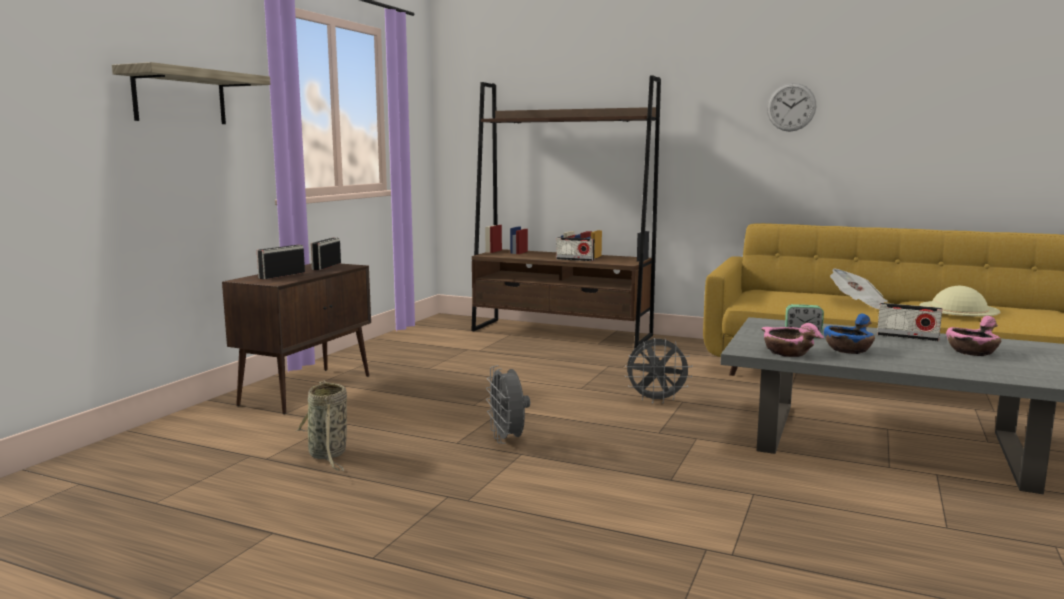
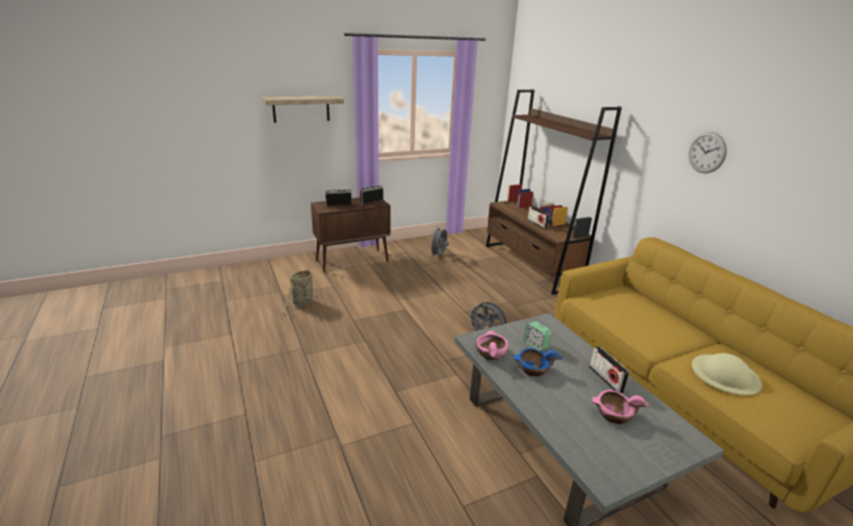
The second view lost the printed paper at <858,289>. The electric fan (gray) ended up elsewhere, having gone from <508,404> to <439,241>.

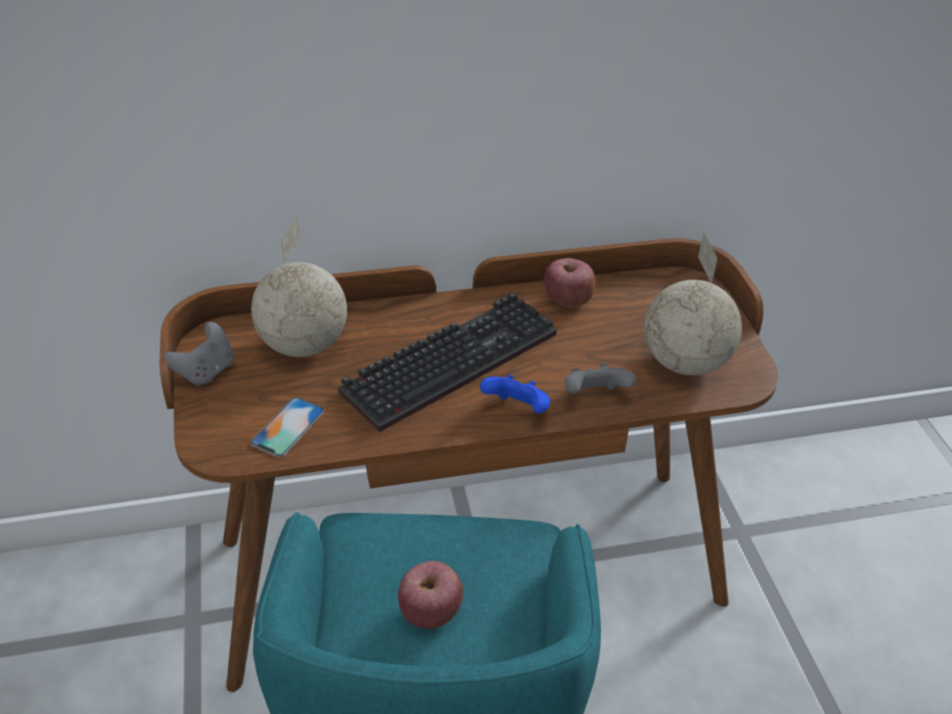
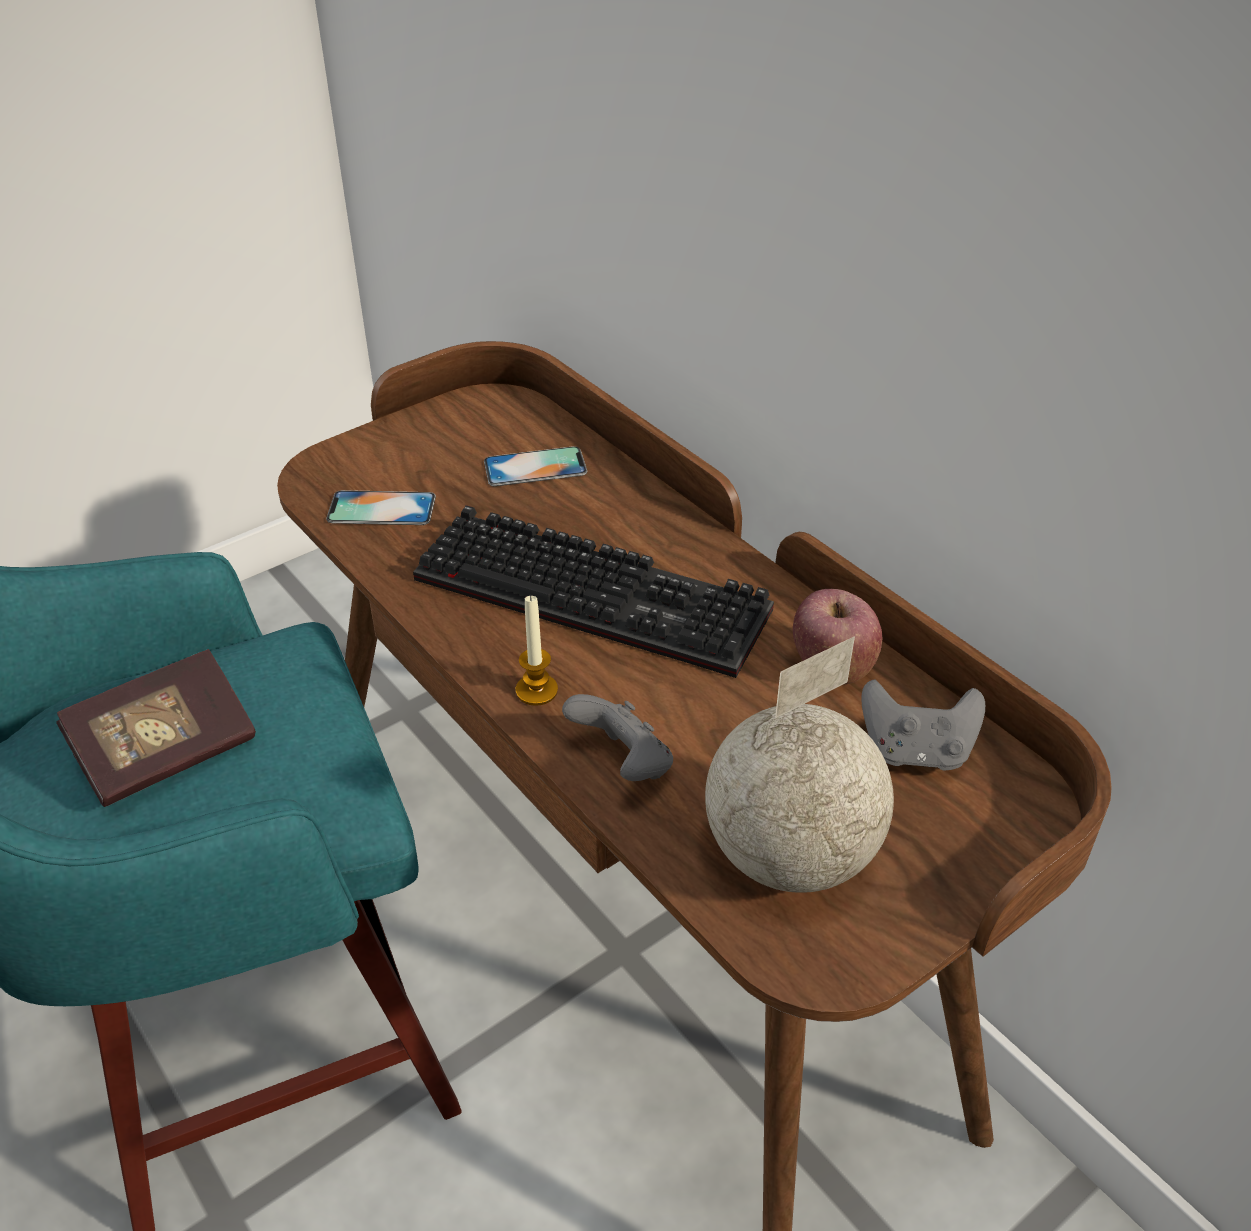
Where the world globe stood at <299,286>, the handset came to stand at <535,466>. The game controller (gray) ended up elsewhere, having gone from <198,354> to <923,725>. Where the game controller (blue) stood at <515,394>, the candle came to stand at <537,650>. Where the apple stood at <430,595>, the volume came to stand at <156,728>.

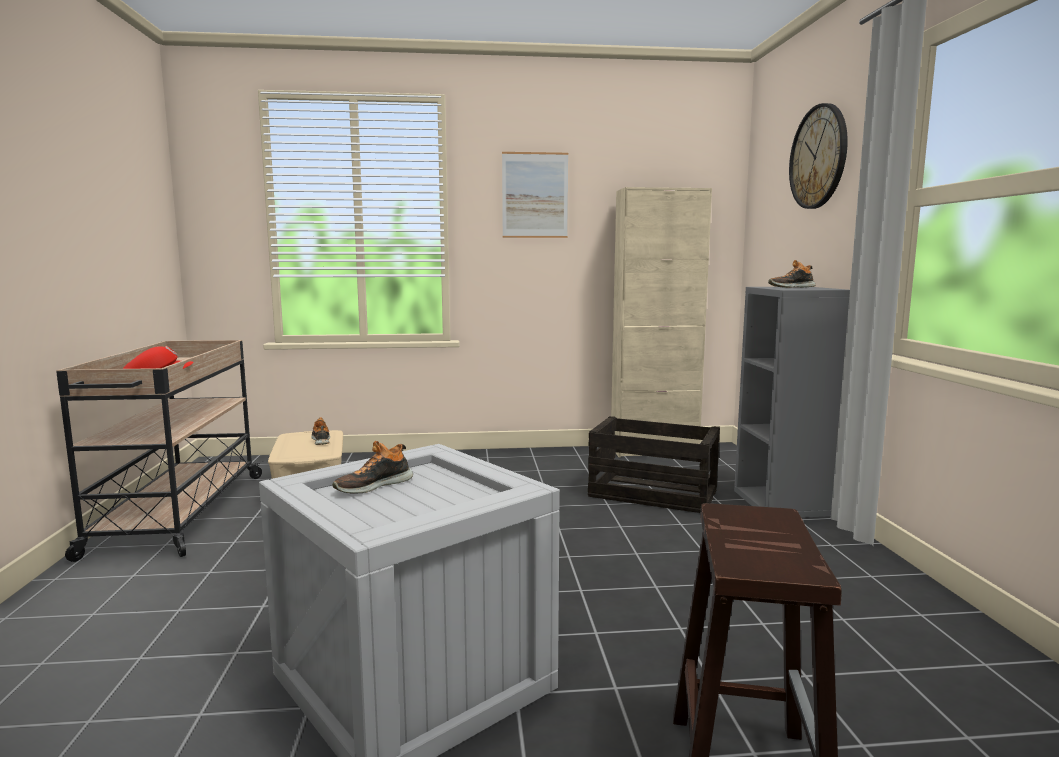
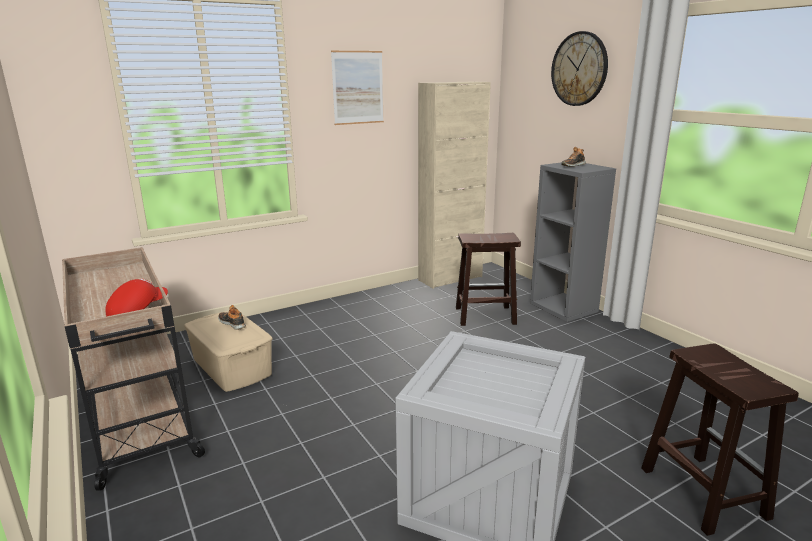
Where the shipping crate stood at <654,464>, the sitting stool (brown) came to stand at <488,279>. The second view lost the shoe at <372,467>.

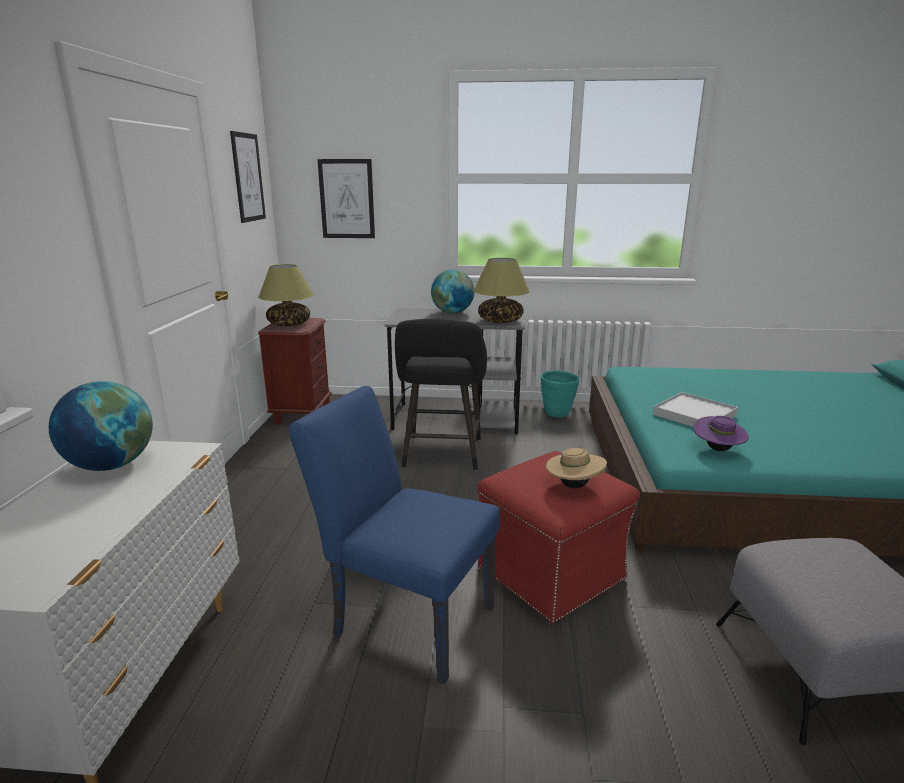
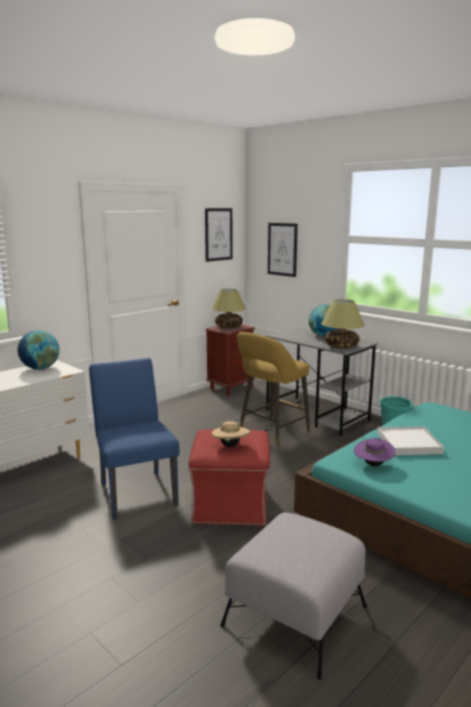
What was the sitting stool (black-coloured) at <441,395> turned into the sitting stool (yellowish) at <273,389>.

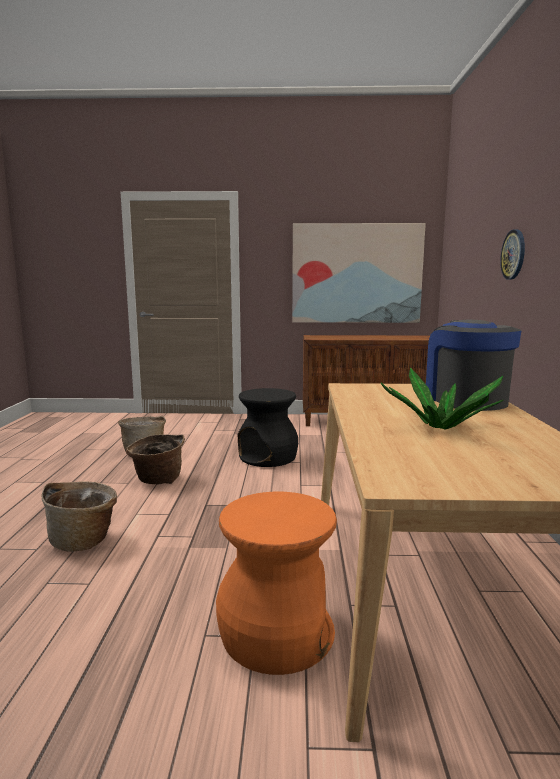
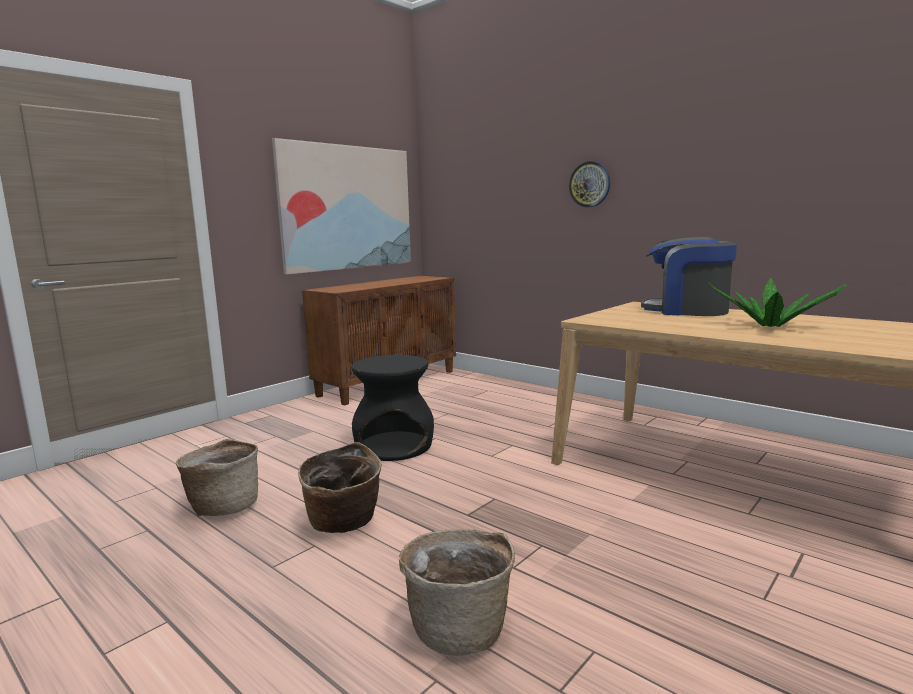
The second view lost the sitting stool (orangey) at <276,583>.

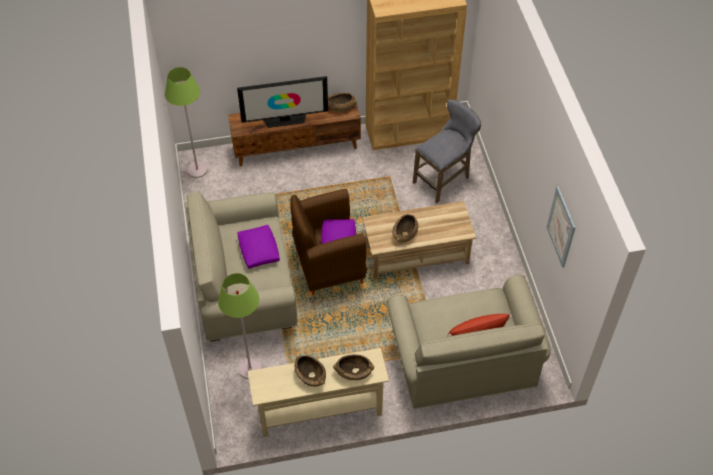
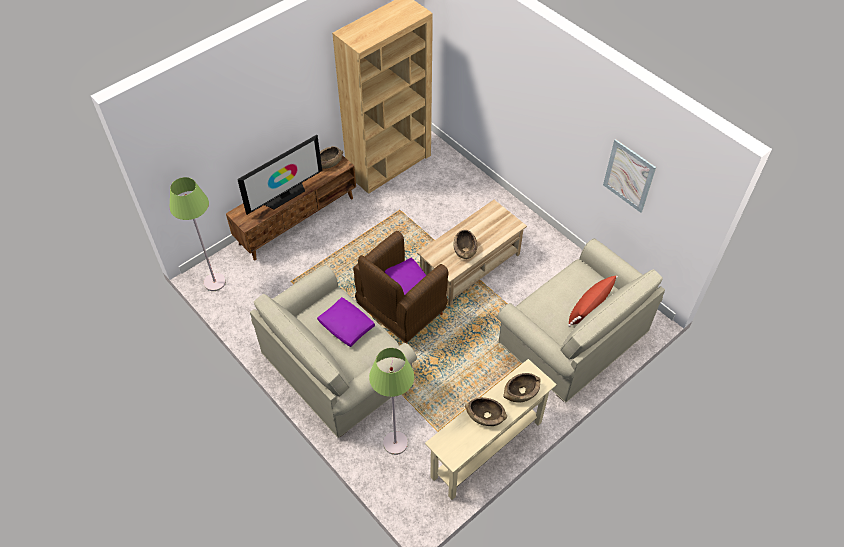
The second view lost the sitting stool (gray) at <447,151>.

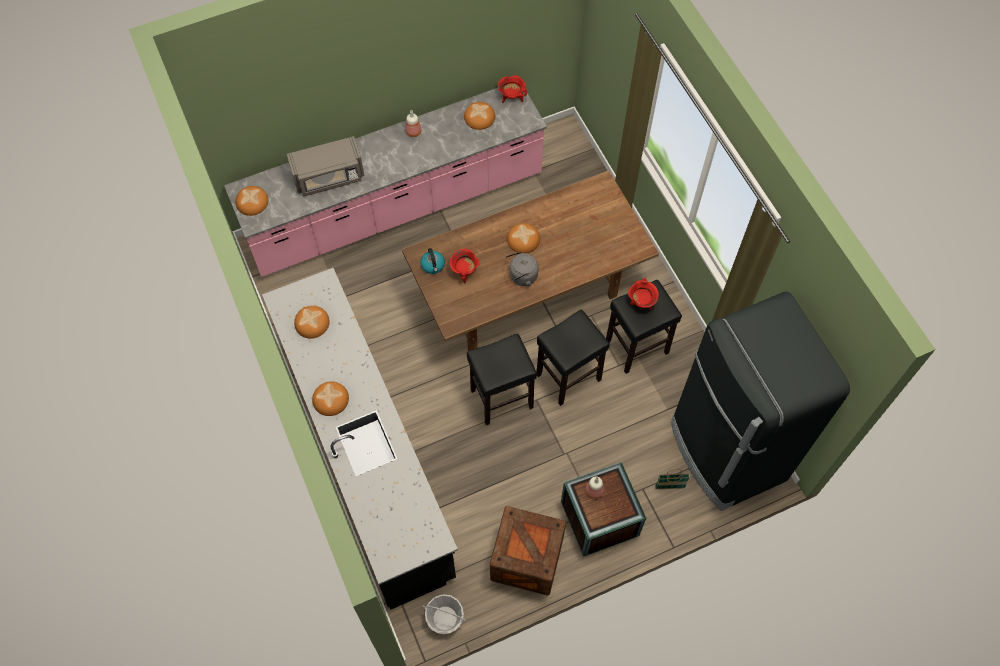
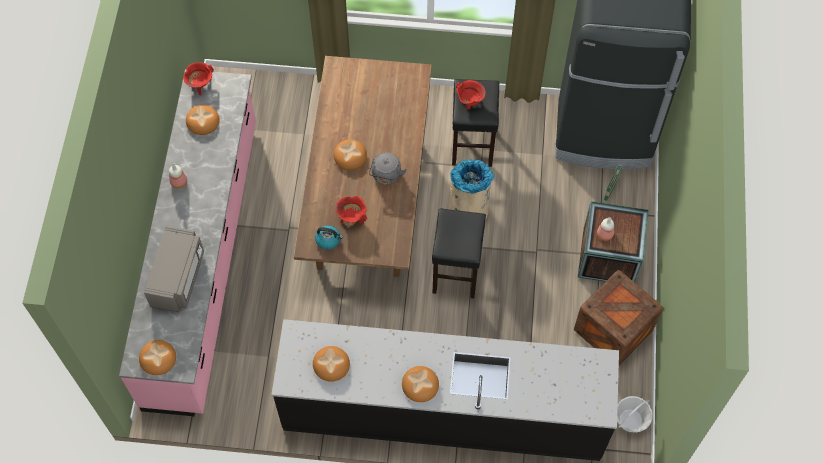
Where the sitting stool (black-coloured) stood at <573,358>, the rubbish bin (beige) came to stand at <471,189>.

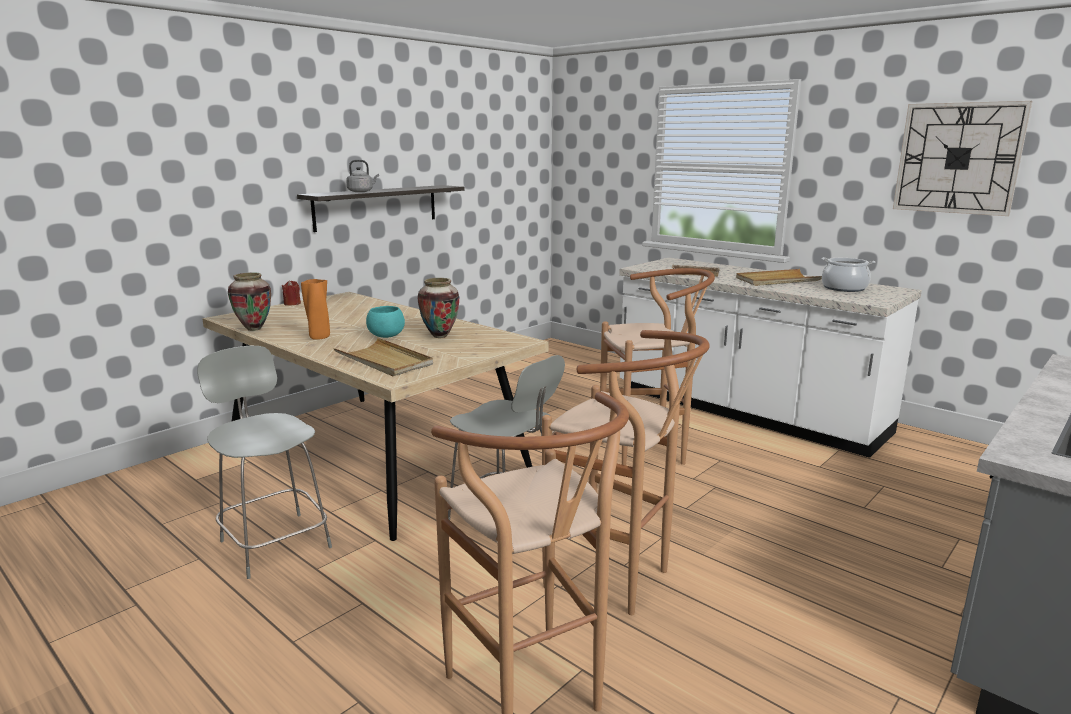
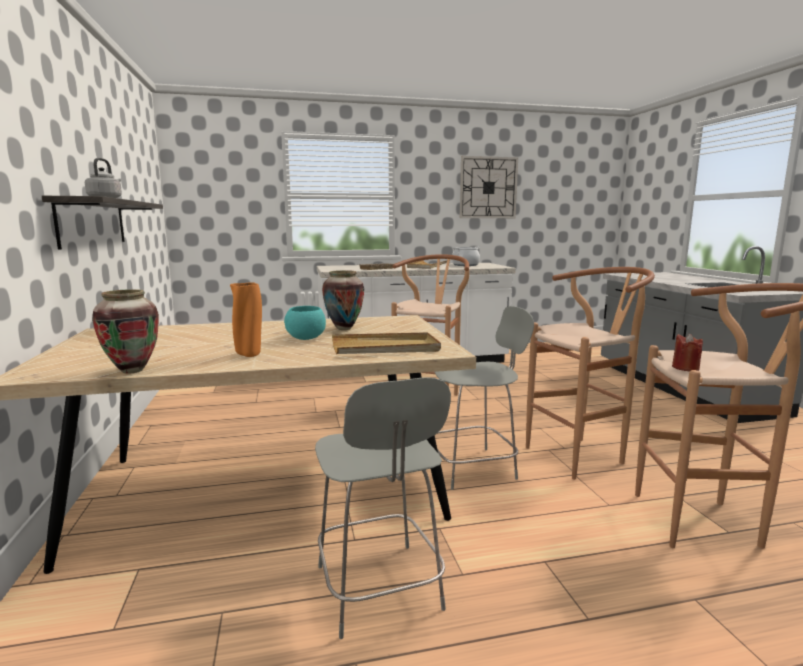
The candle (red) ended up elsewhere, having gone from <291,293> to <687,352>. The plain chair (gray) at <264,462> ended up facing another way, 105 degrees counterclockwise from before.

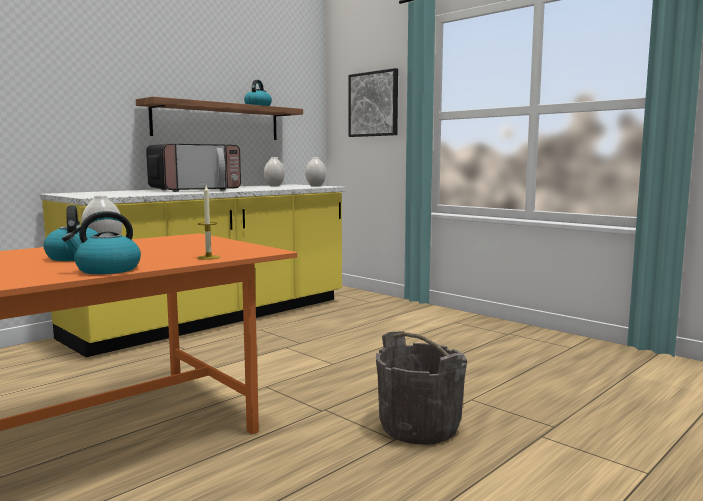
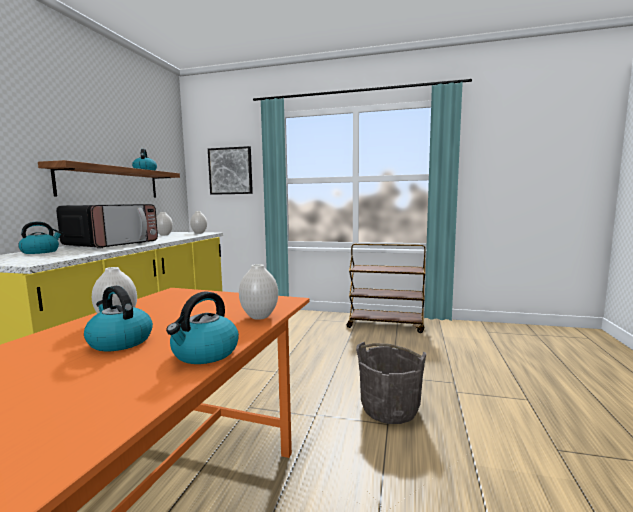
Where the candle stood at <208,223>, the vase (whitish) came to stand at <258,292>. The second view gained the tea kettle at <40,238>. The second view gained the wheeled cart (brown) at <386,288>.

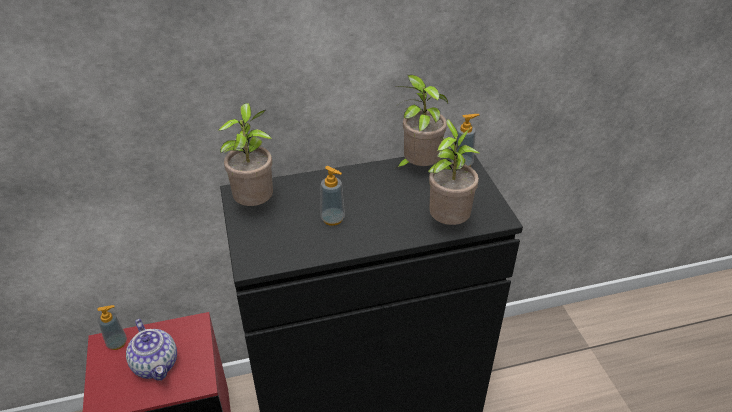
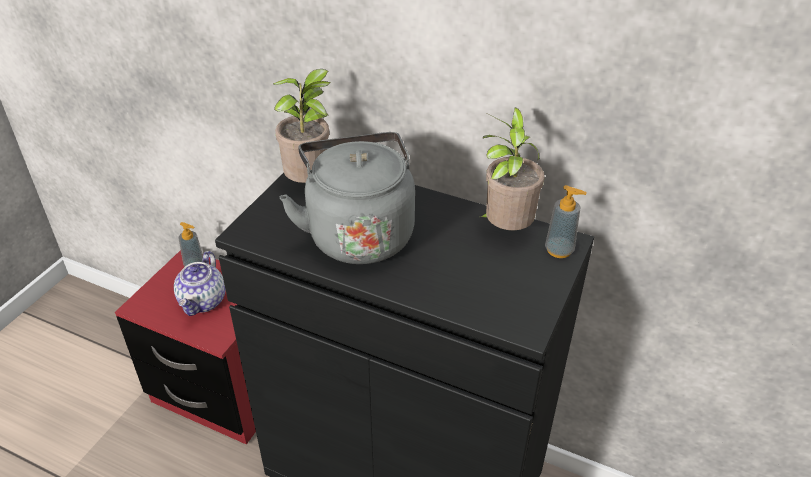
The second view lost the houseplant at <453,172>. Where the liquid soap bottle stood at <332,196>, the tea kettle (gray) came to stand at <347,198>.

